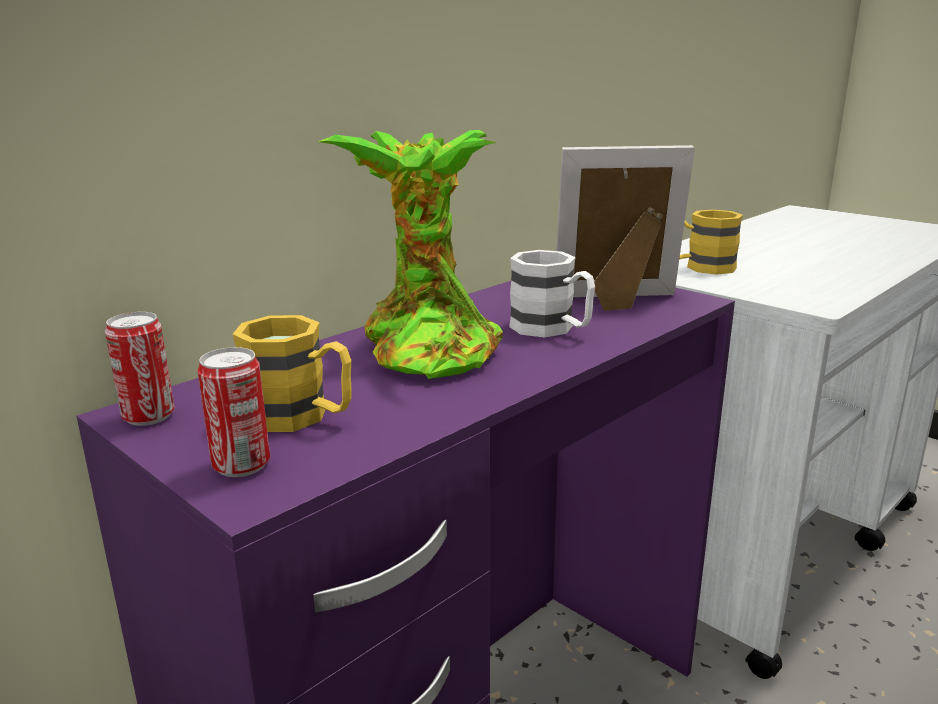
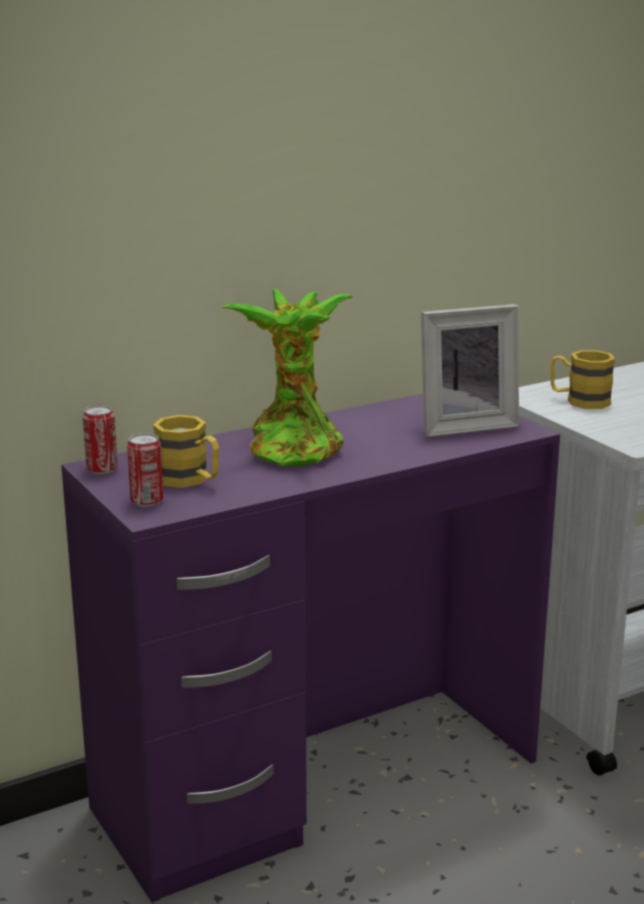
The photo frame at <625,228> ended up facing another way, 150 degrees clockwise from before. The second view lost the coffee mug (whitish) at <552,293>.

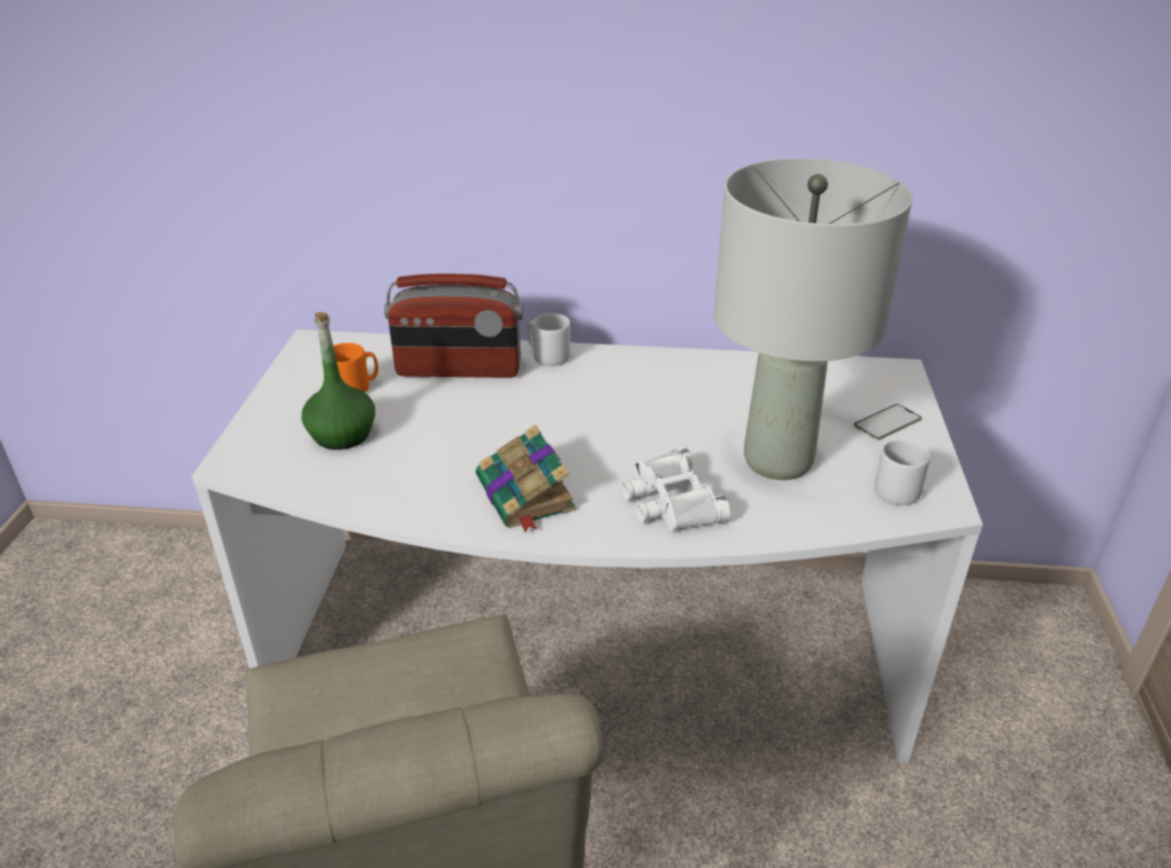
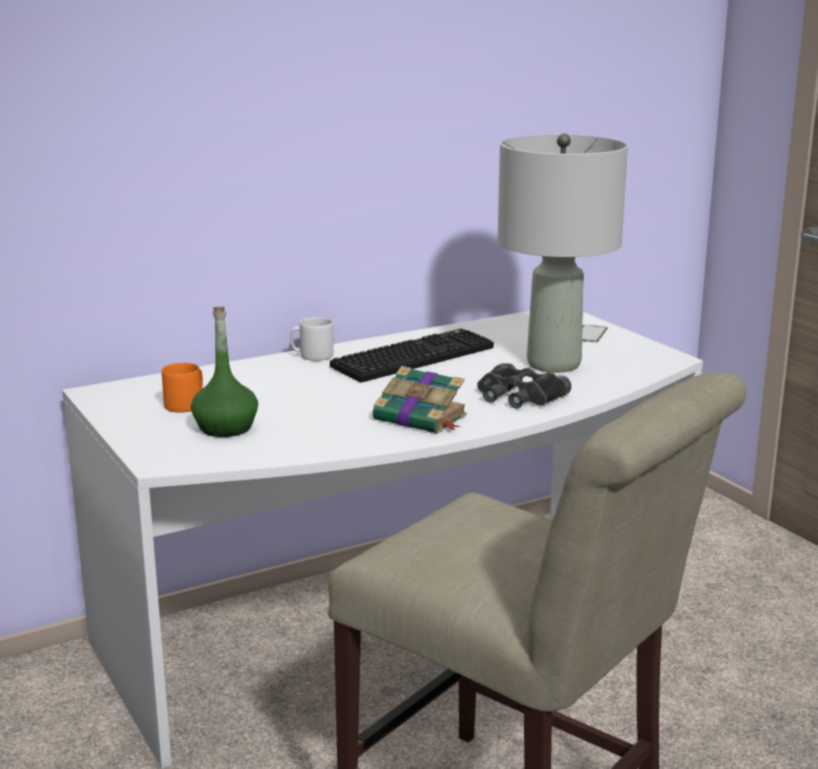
The second view lost the radio set at <453,326>. The second view lost the coffee mug (gray) at <902,472>. What was the pair of binoculars (whitish) at <676,489> turned into the pair of binoculars (black-coloured) at <524,386>. The second view gained the keyboard at <412,356>.

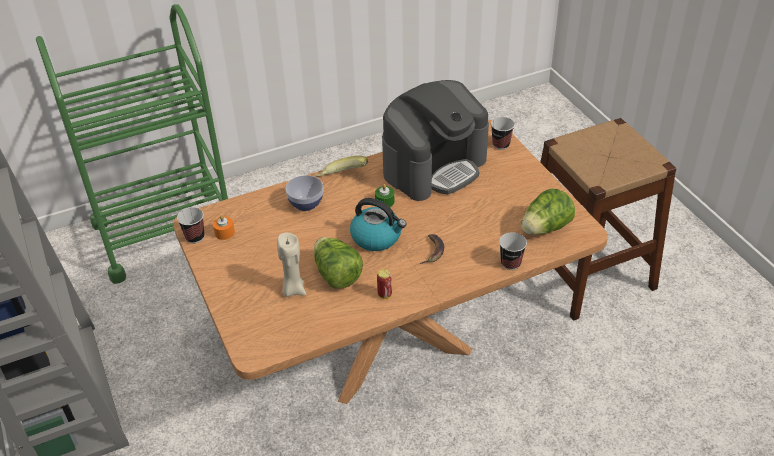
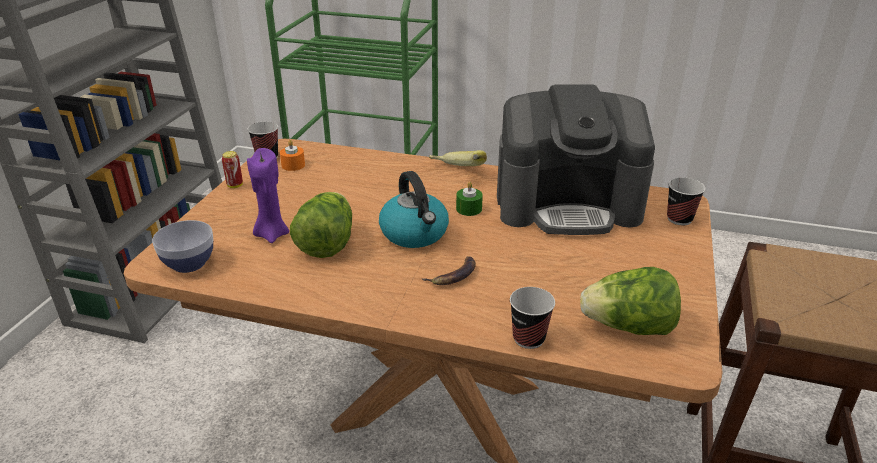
The deep dish ended up elsewhere, having gone from <304,193> to <183,246>. What was the candle (beige) at <291,265> turned into the candle (purple) at <268,195>. The metal can ended up elsewhere, having gone from <384,284> to <232,169>.

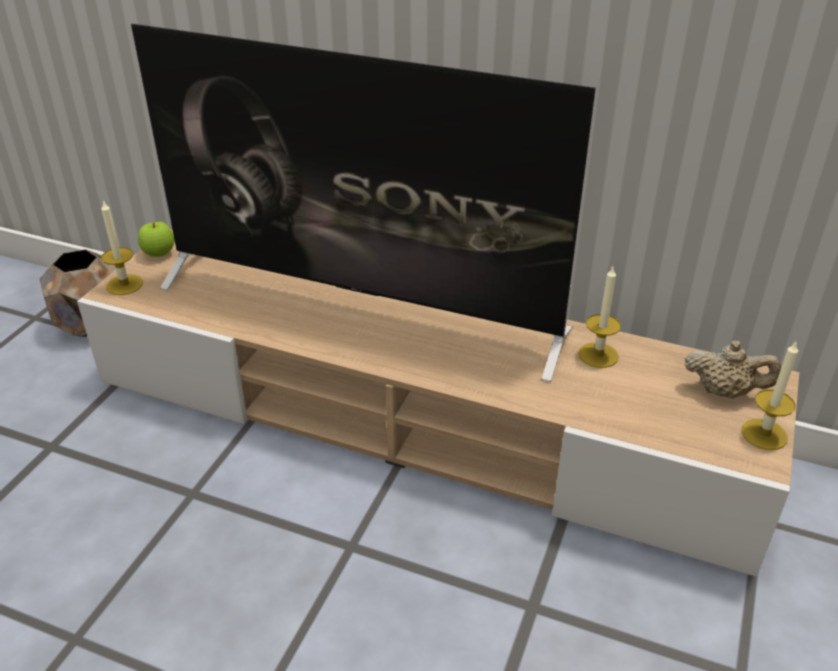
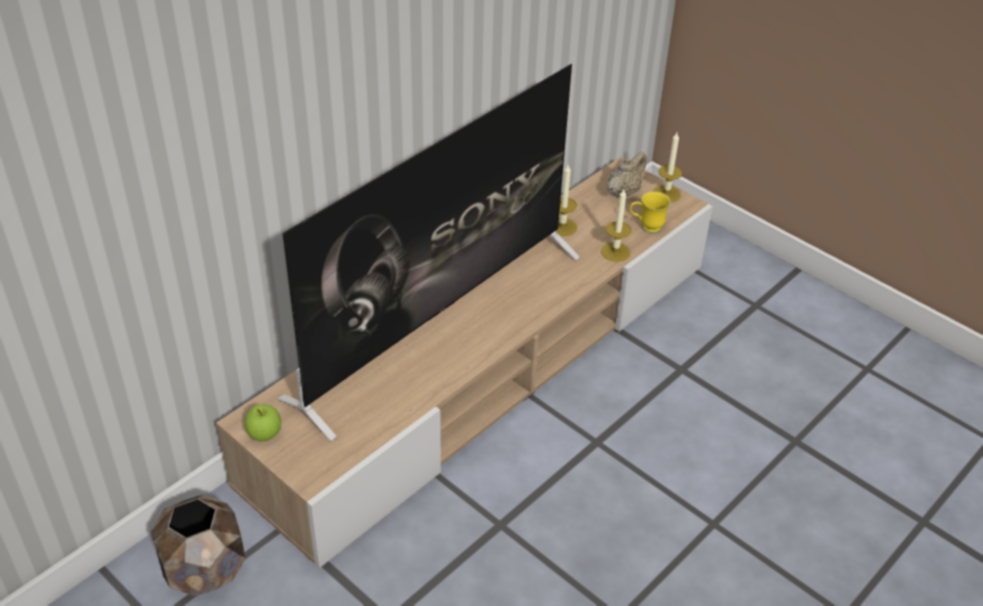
The candle ended up elsewhere, having gone from <122,247> to <616,225>. The second view gained the coffee mug (yellowish) at <650,212>.

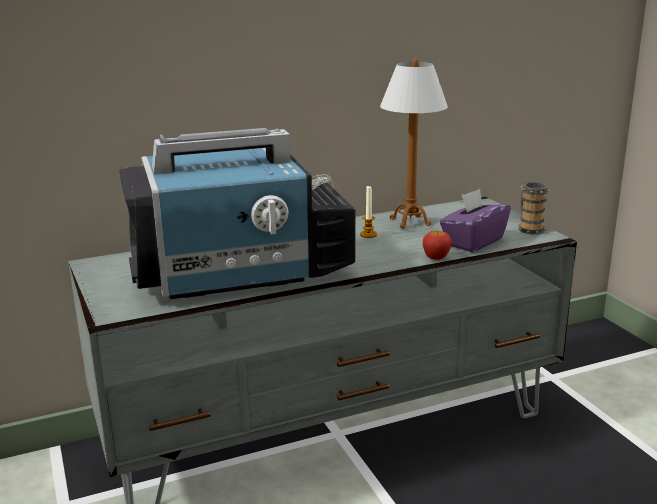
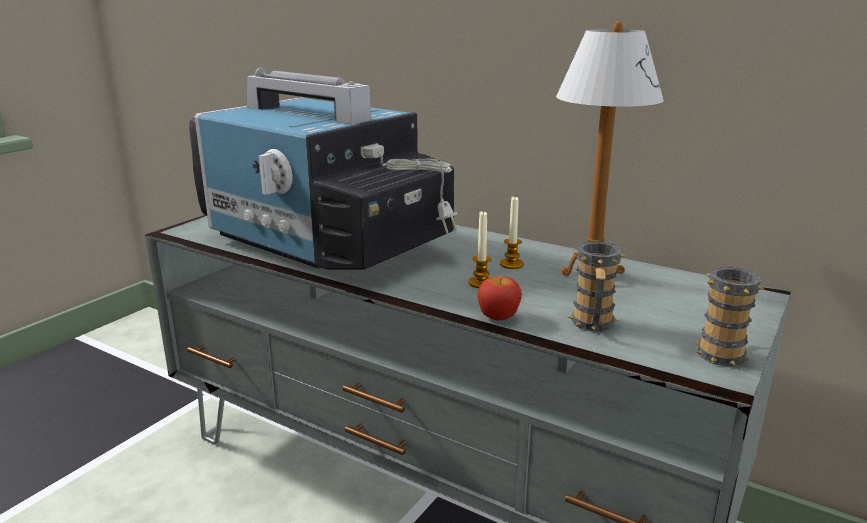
Where the tissue holder (purple) stood at <475,220>, the coffee mug came to stand at <597,286>. The second view gained the candle at <480,249>.

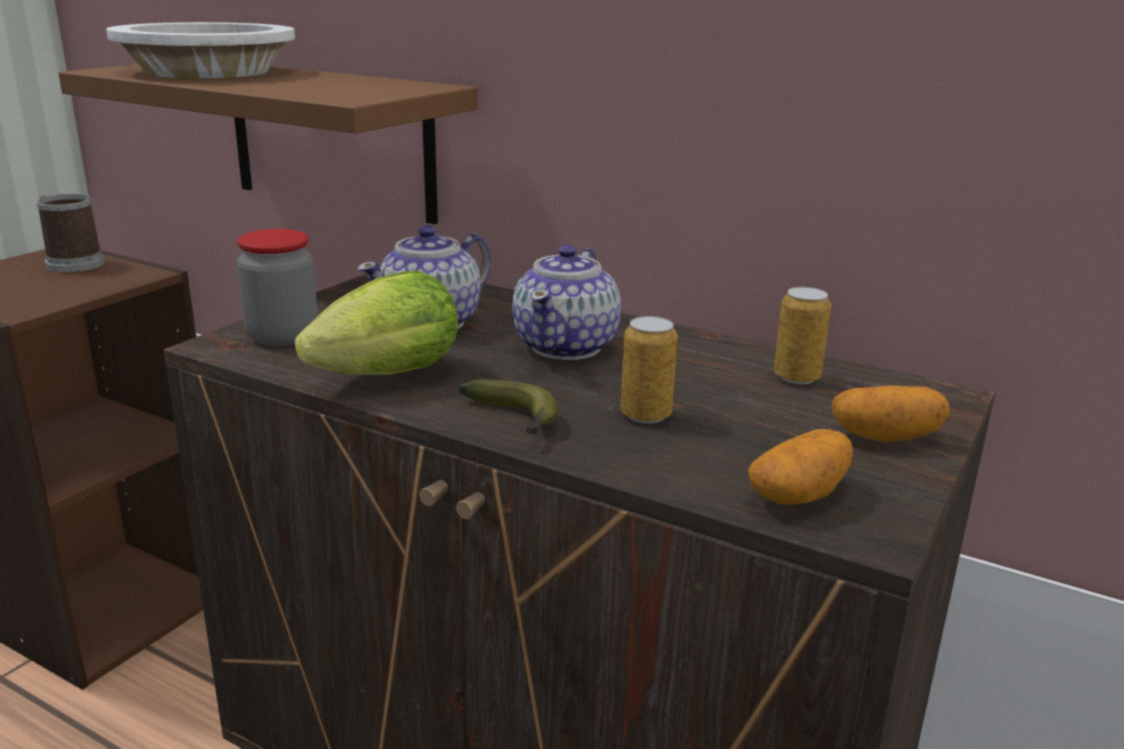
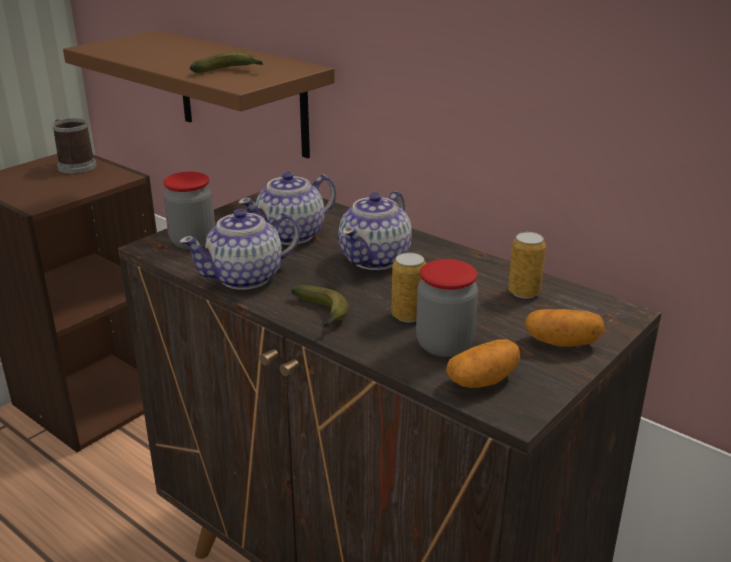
The second view lost the deep dish (whitish) at <200,50>. Where the lettuce stood at <376,323>, the teapot came to stand at <239,249>. The second view gained the banana at <227,62>. The second view gained the storage jar at <447,308>.

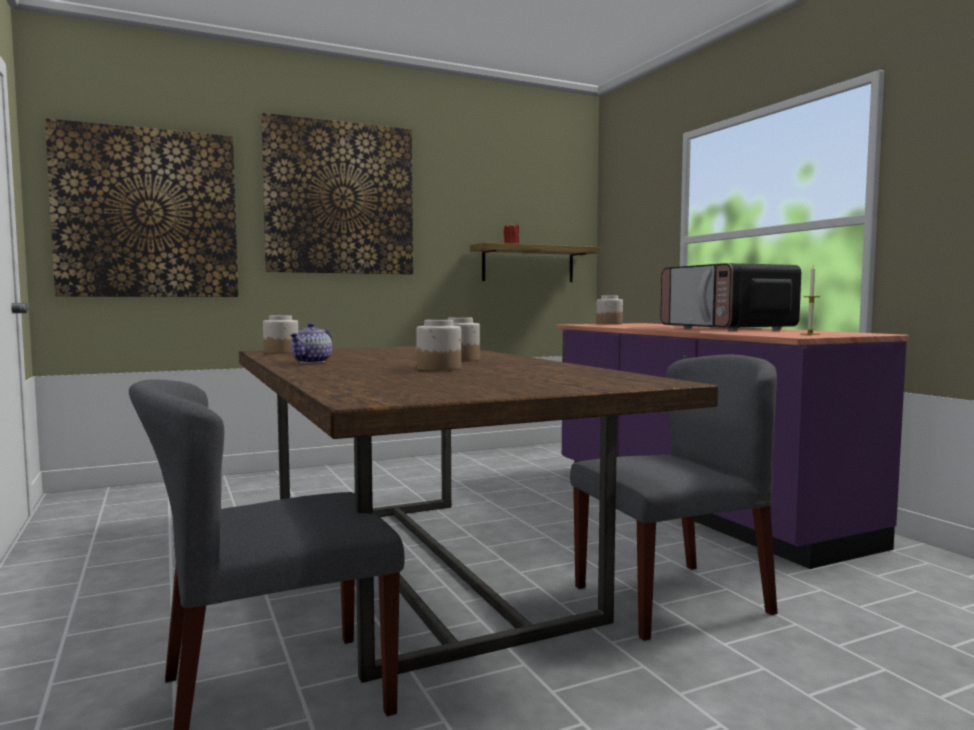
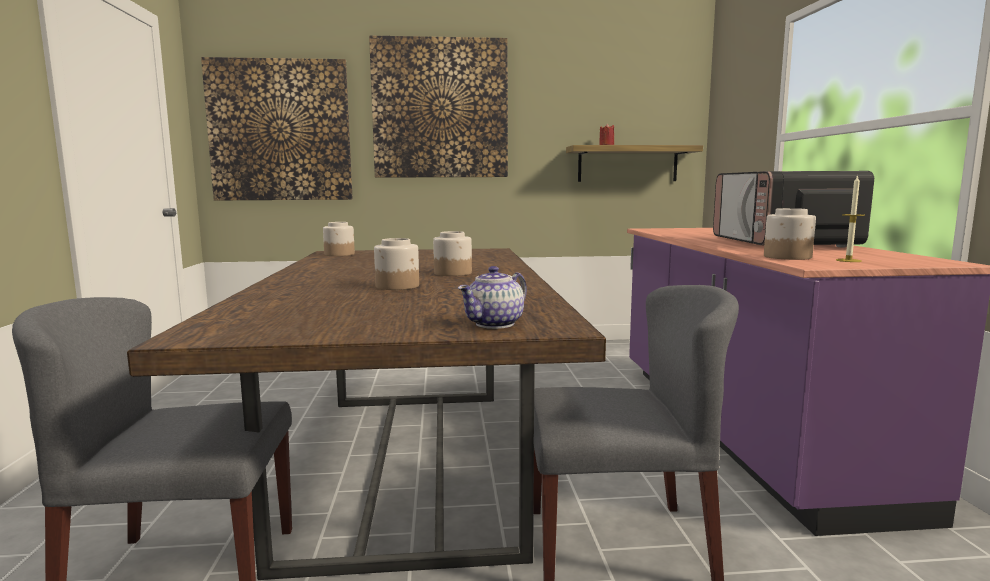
The storage jar ended up elsewhere, having gone from <609,310> to <790,234>. The teapot ended up elsewhere, having gone from <310,343> to <492,297>.

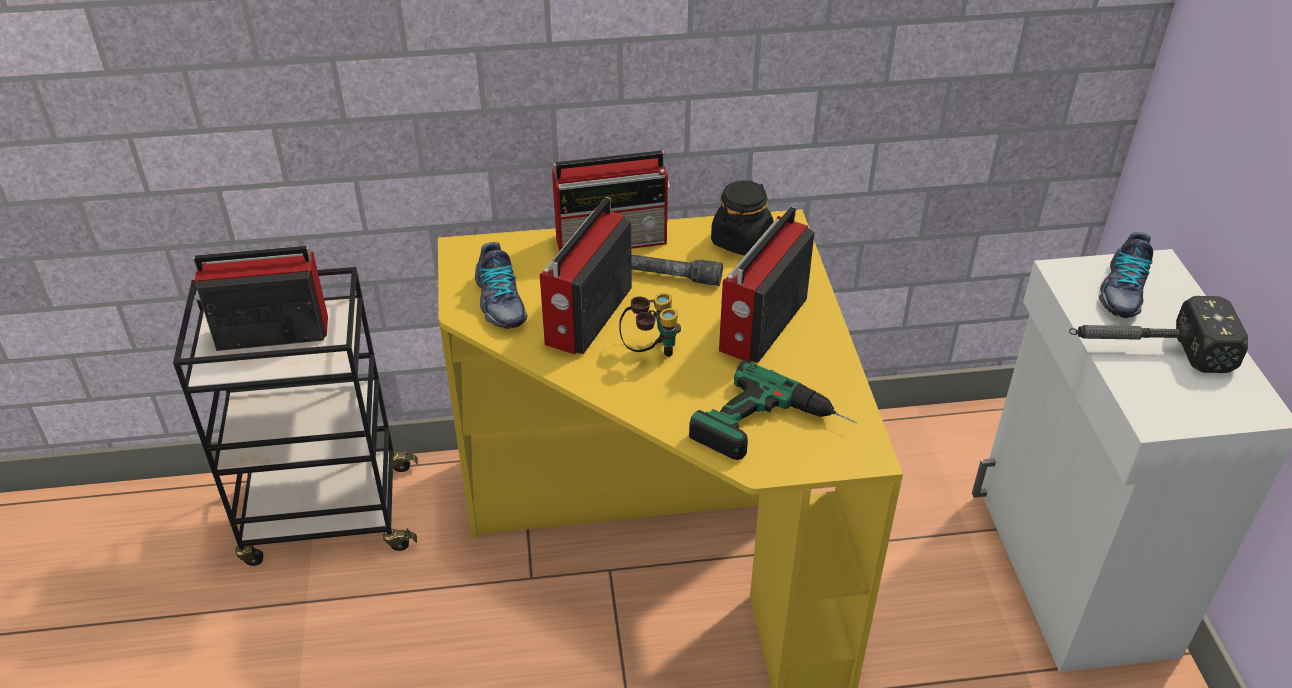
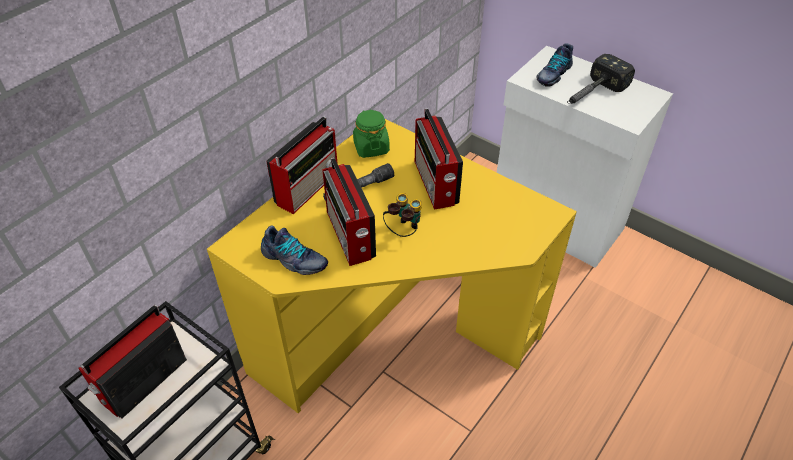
What was the storage jar (black-coloured) at <742,218> turned into the storage jar (green) at <371,133>. The shoe at <1126,275> ended up facing another way, 60 degrees clockwise from before. The second view lost the drill at <773,410>.

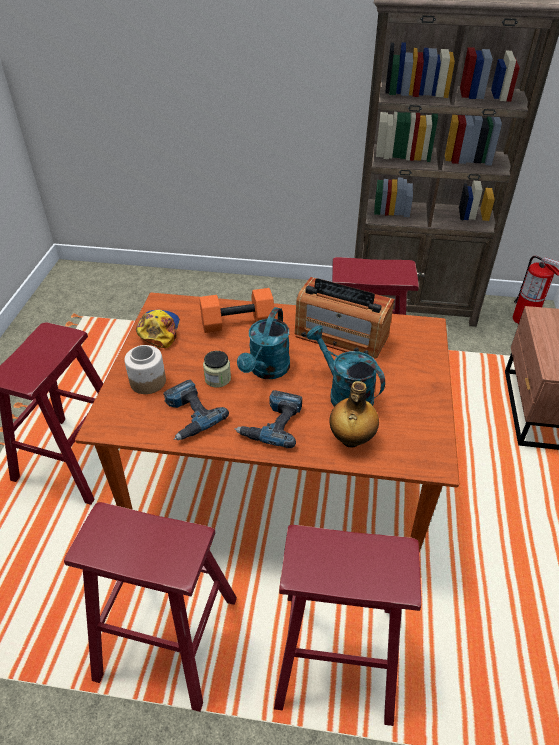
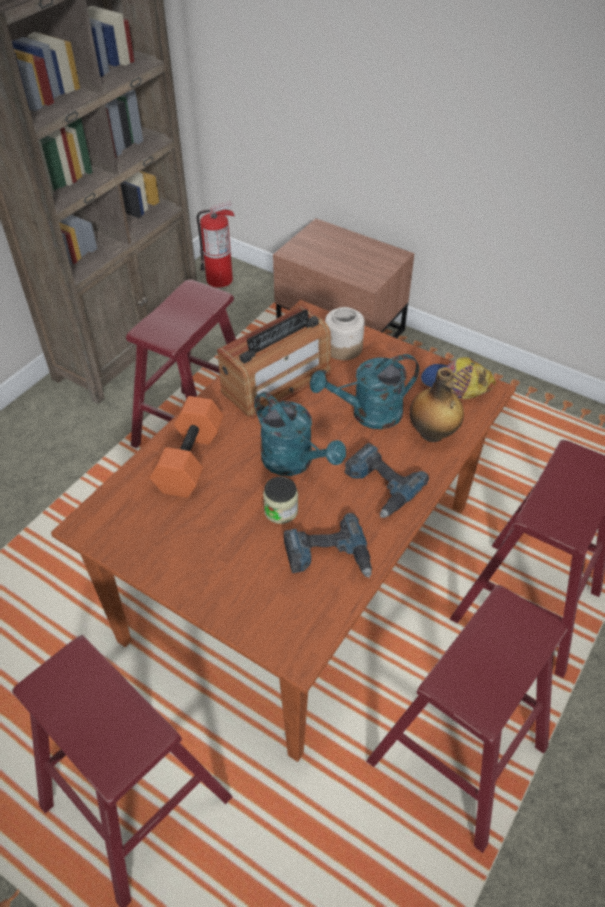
The peaked cap ended up elsewhere, having gone from <158,329> to <458,378>. The storage jar ended up elsewhere, having gone from <145,369> to <345,333>.

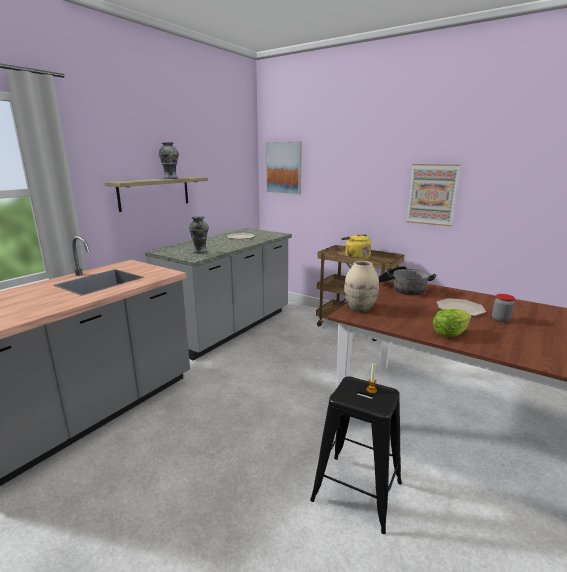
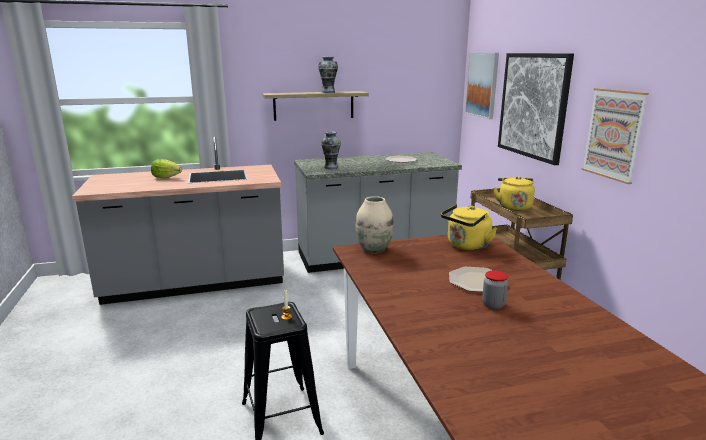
Where the saucepot stood at <407,280>, the tea kettle (yellowish) came to stand at <469,227>. The lettuce ended up elsewhere, having gone from <452,322> to <166,168>. The second view gained the wall art at <536,109>.

